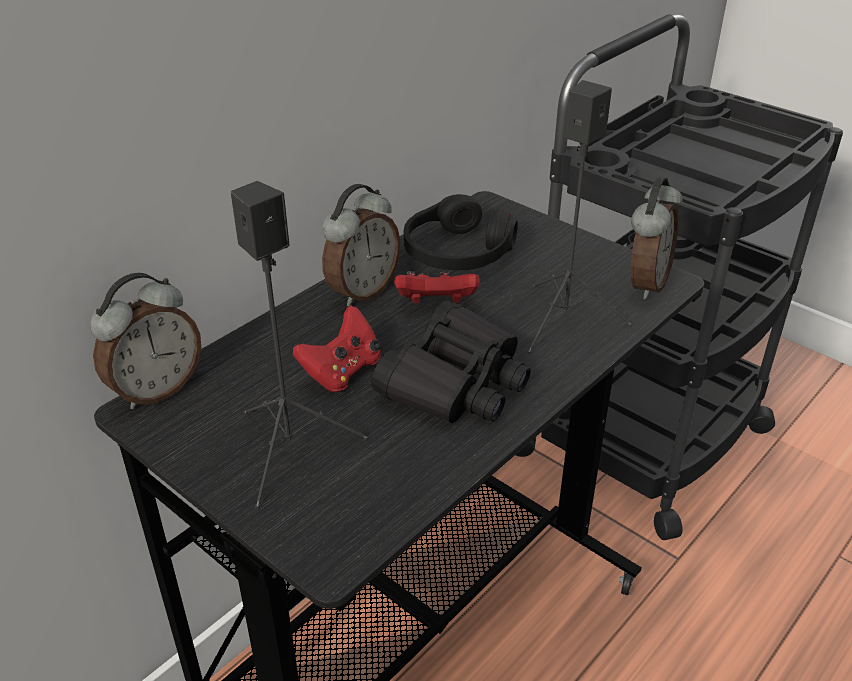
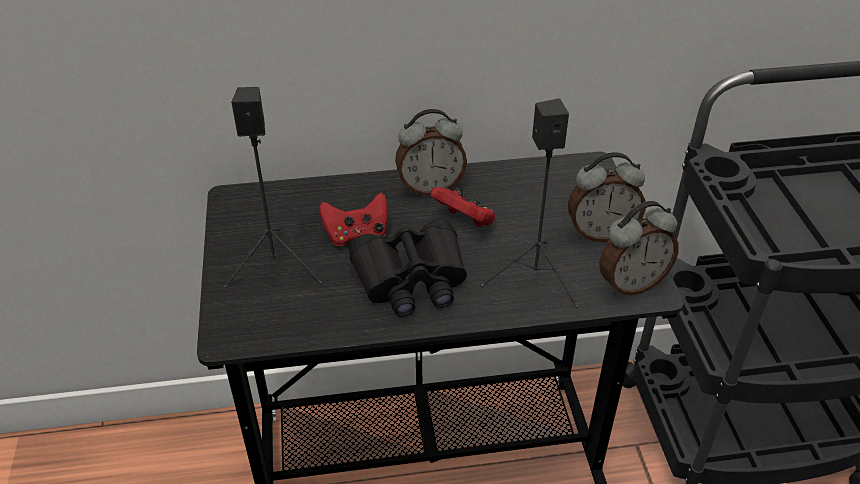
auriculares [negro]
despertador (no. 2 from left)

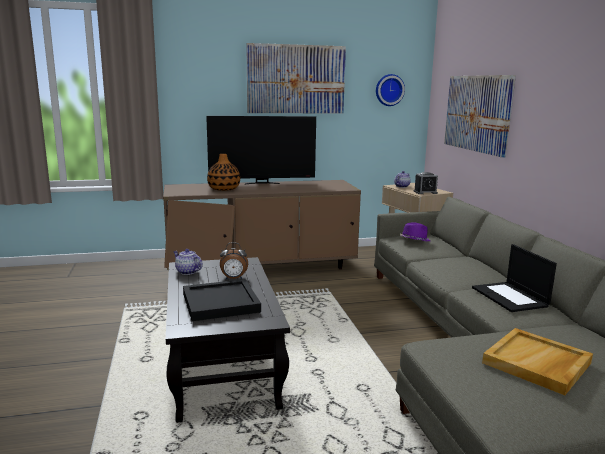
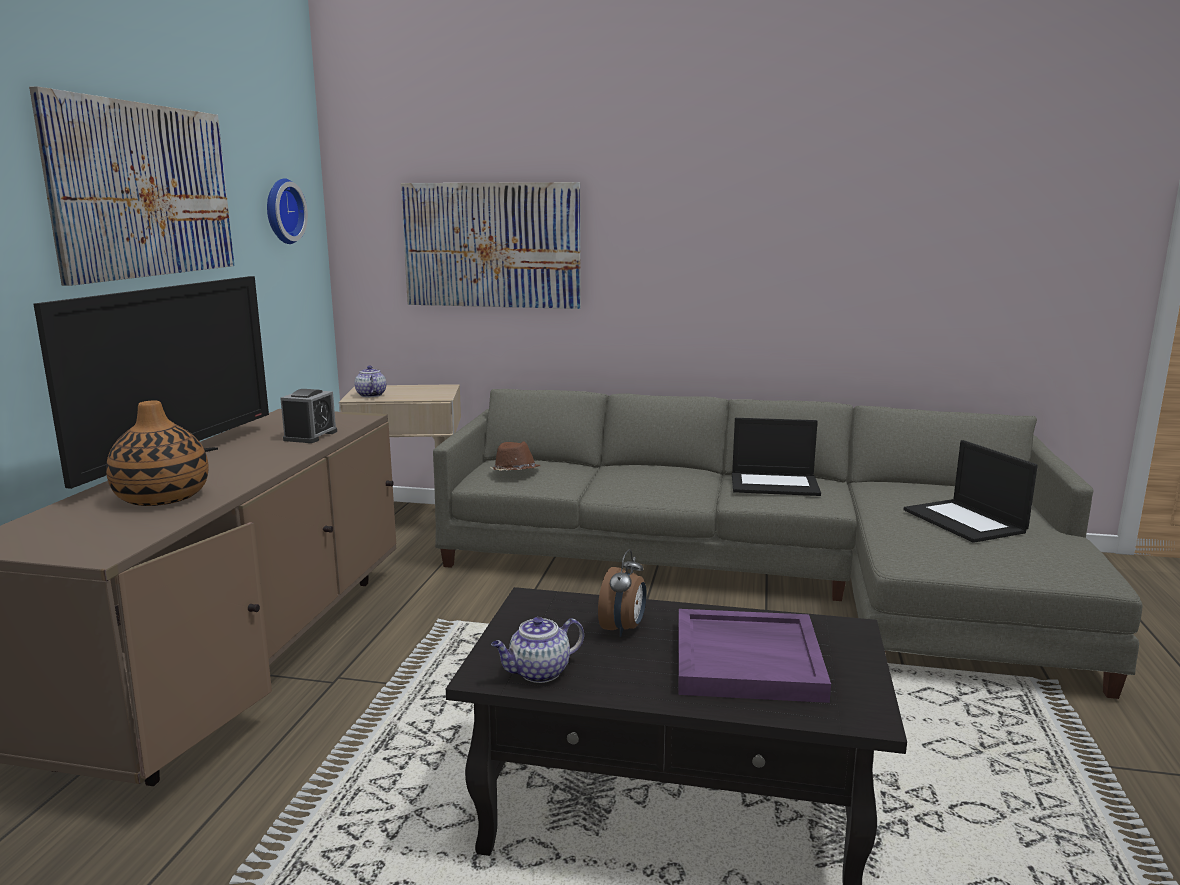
despertador (no. 1 from left)
portátil (no. 2 from left)
bandeja [morado]
sombrero [marrón]

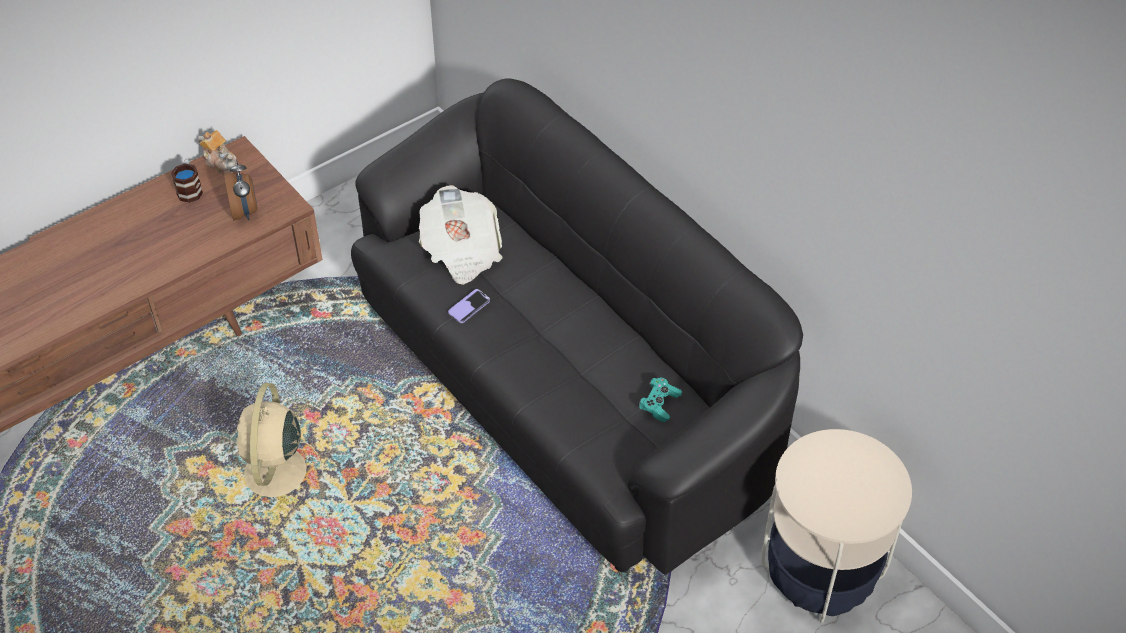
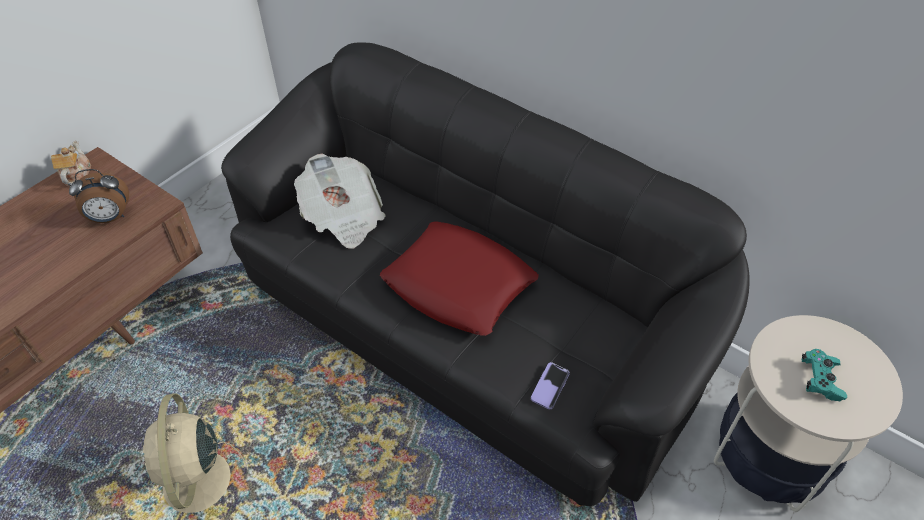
taza grande
cojín [rojo]
móvil
mando de consola [turquesa]
tetera
despertador

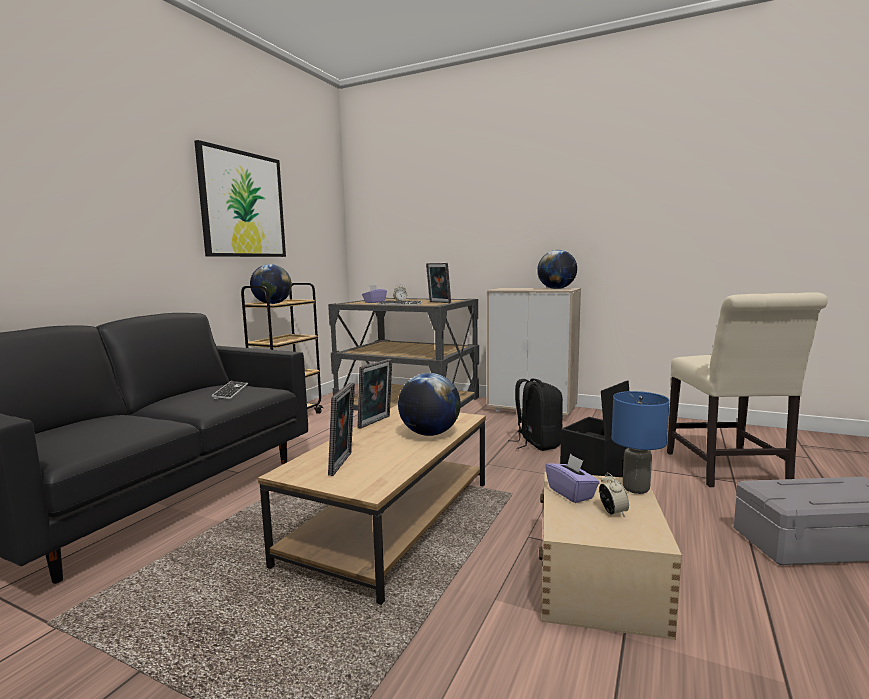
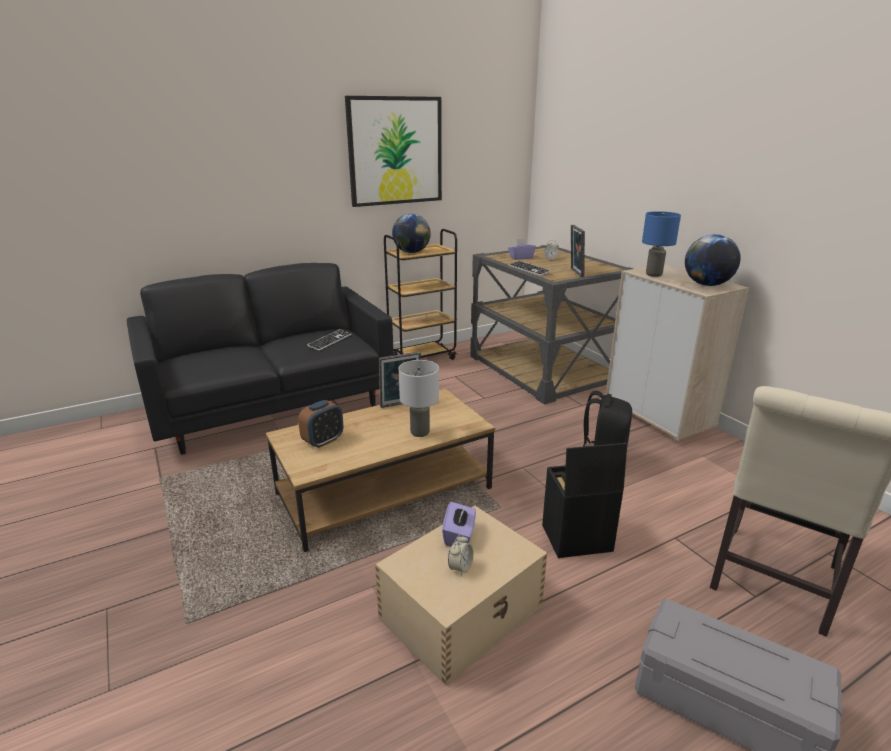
lámpara de mesa [azul]
despertador (no. 1 from left)
lámpara de mesa [blanco]

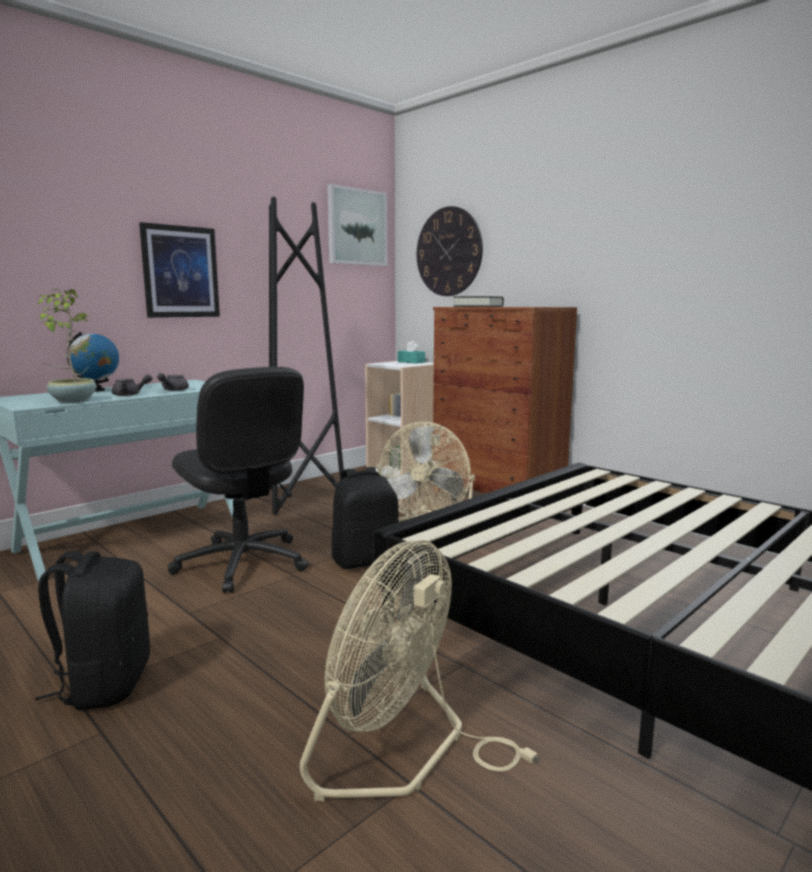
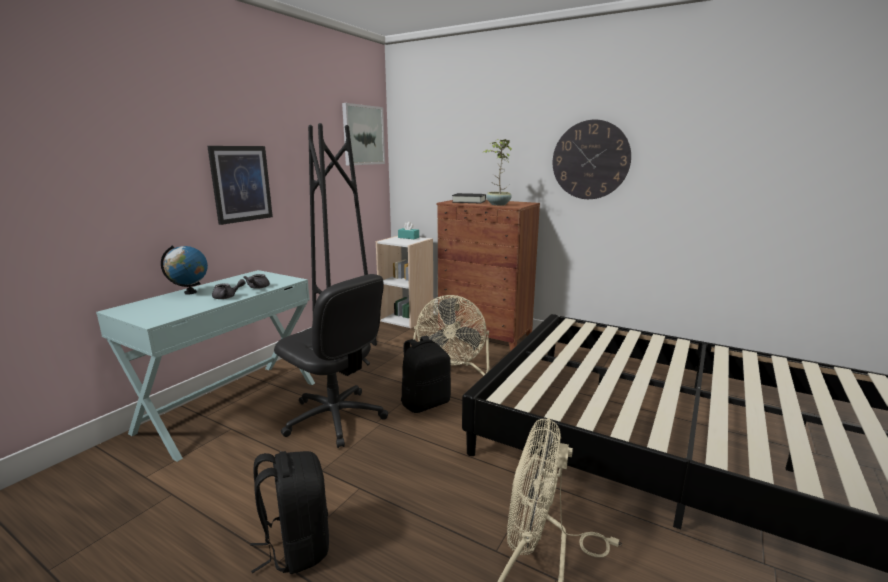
planta en maceta
reloj de pared

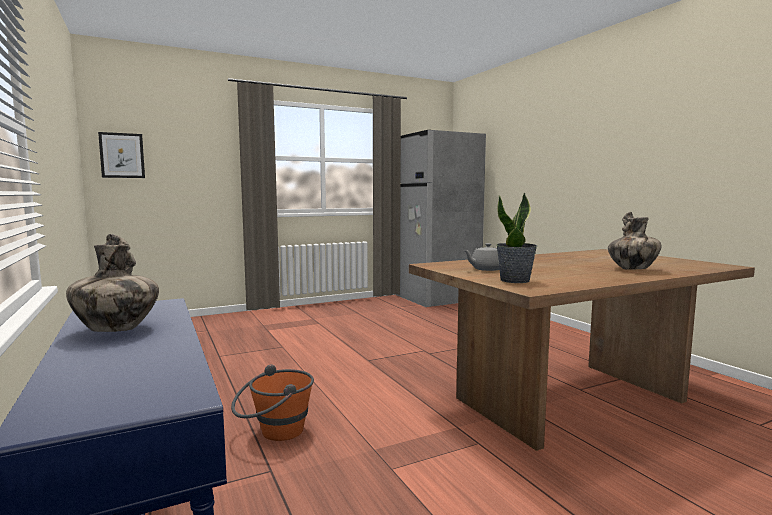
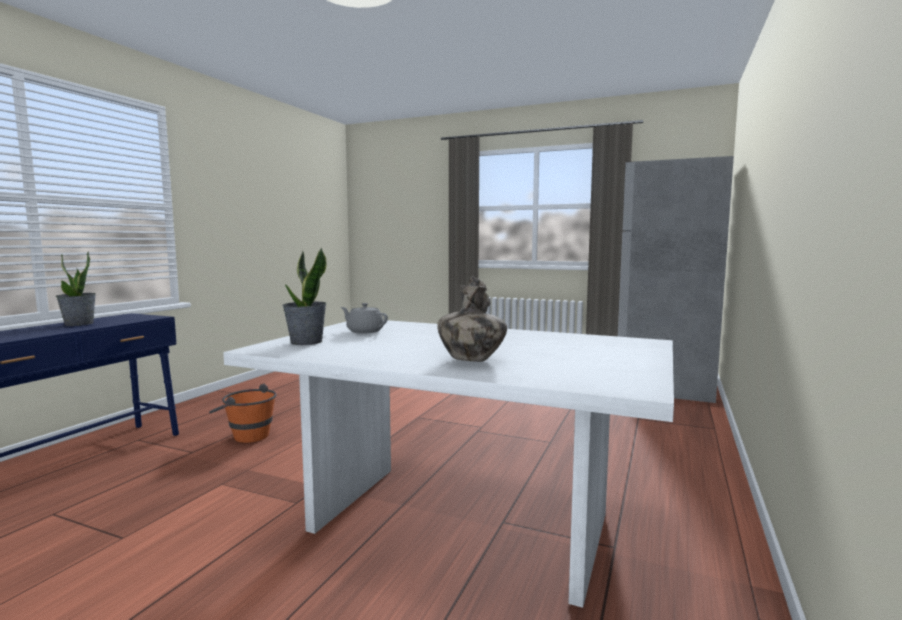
cuadro
planta en maceta (no. 1 from left)
mesa de comedor [blanco]

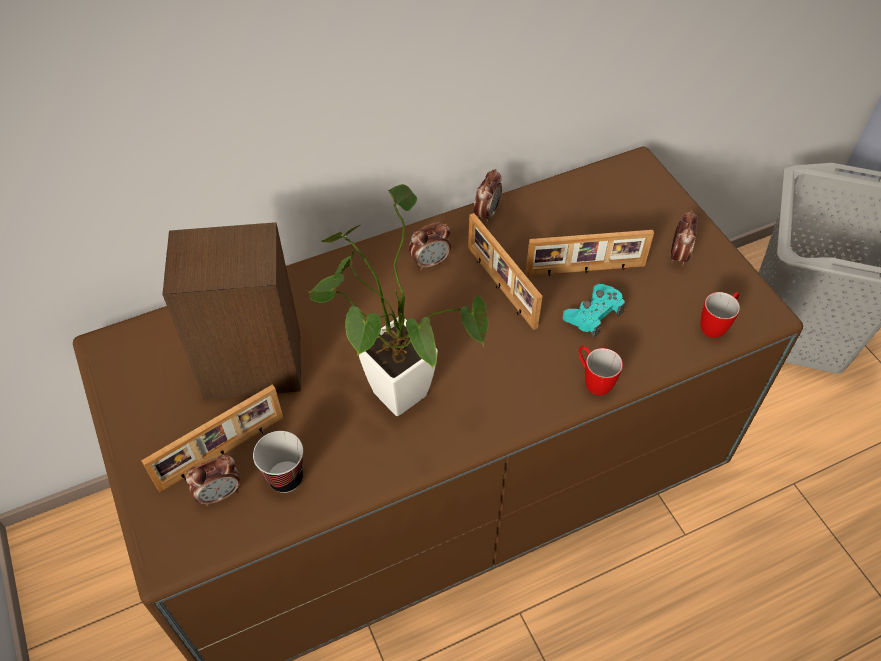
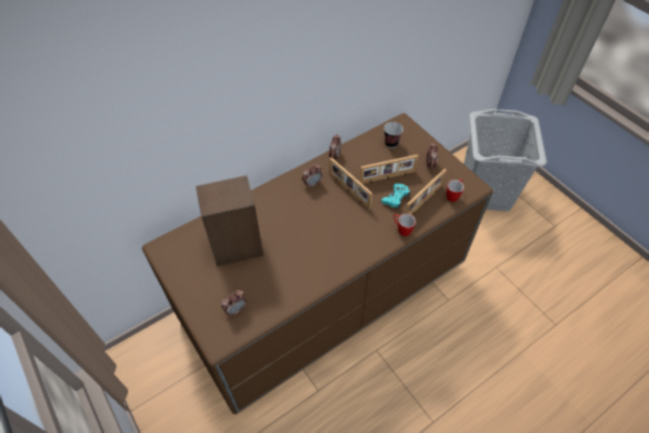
planta en maceta
portarretratos (no. 3 from left)
taza

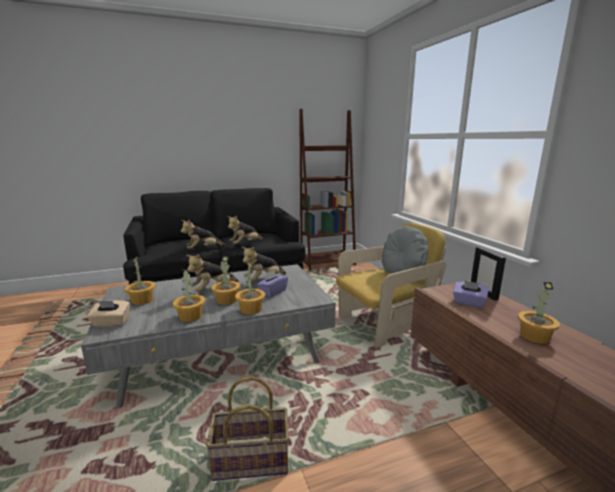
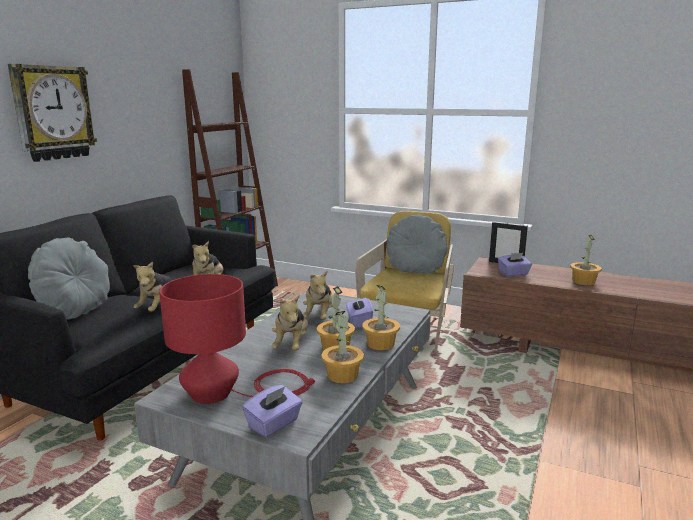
cesta
reloj de pared
cojín [gris] (no. 1 from left)
lámpara de mesa [rojo]
caja de pañuelos [morado] (no. 1 from left)

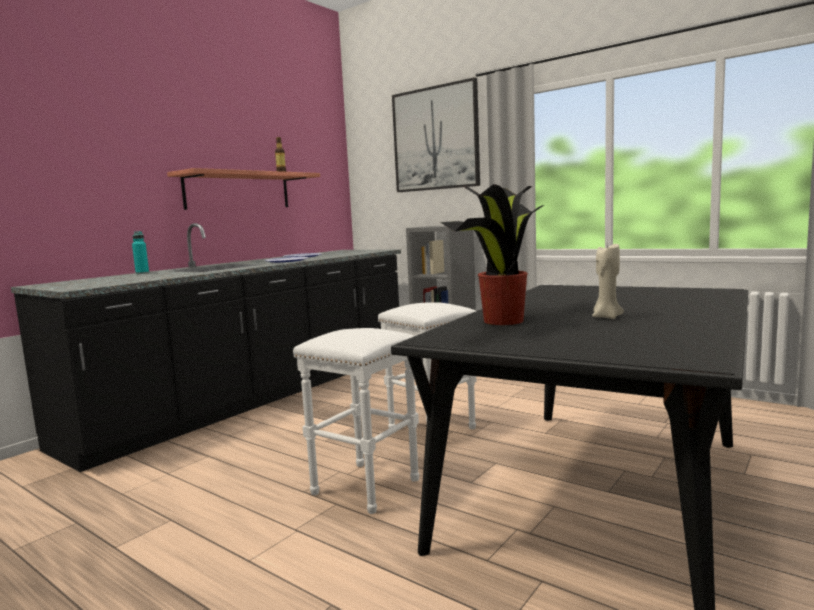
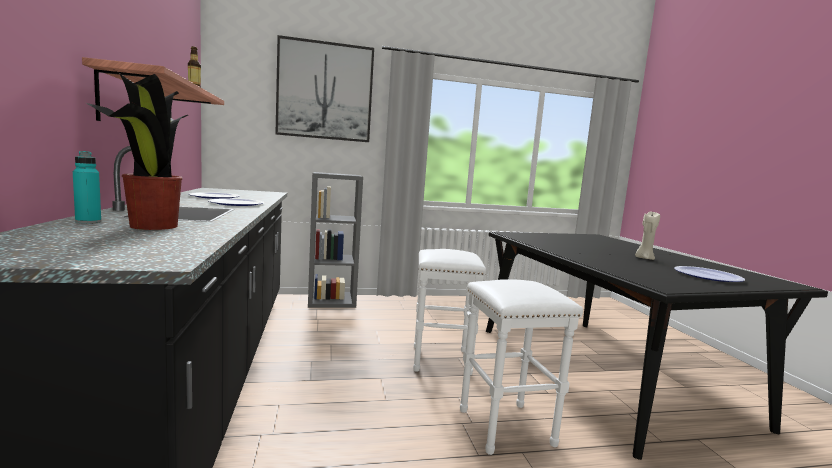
plato (no. 3 from left)
planta en maceta

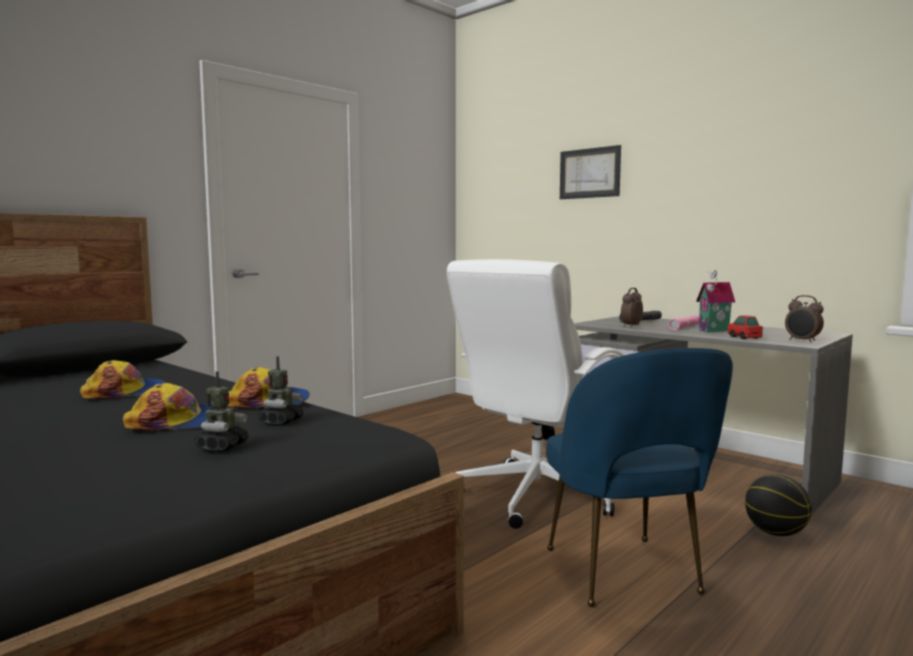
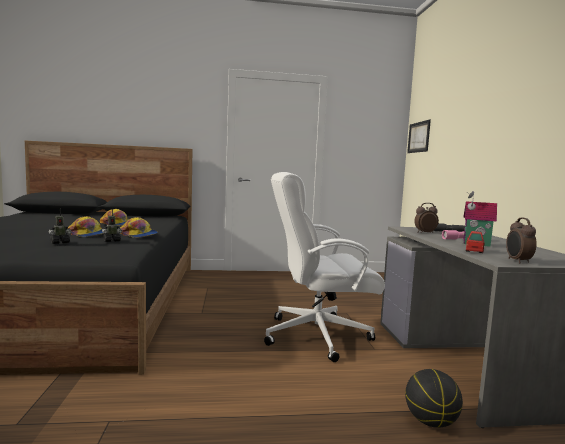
silla [azul]
cuadro

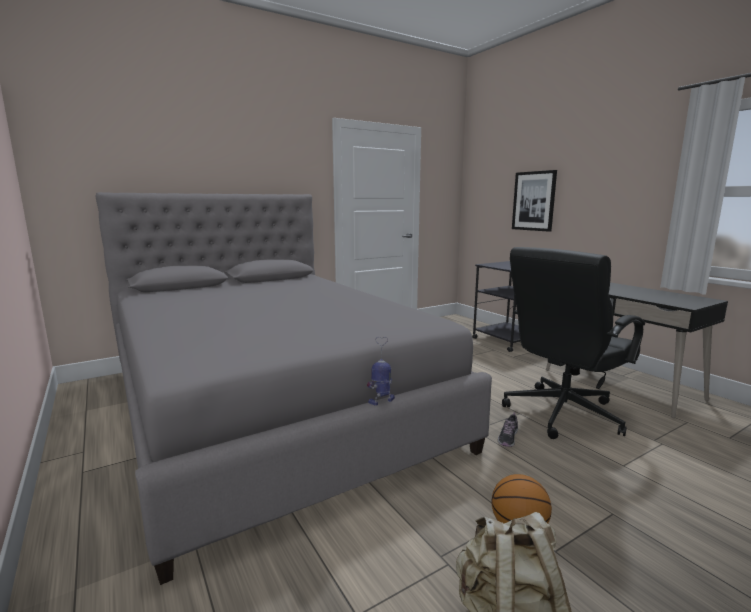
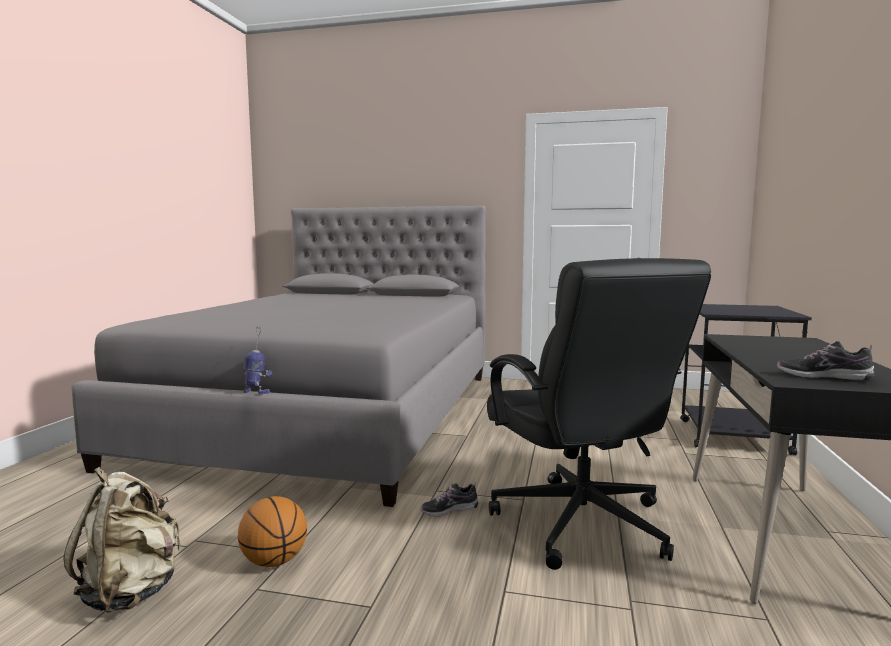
cuadro
zapato (no. 2 from left)
silla de oficina [negro]

